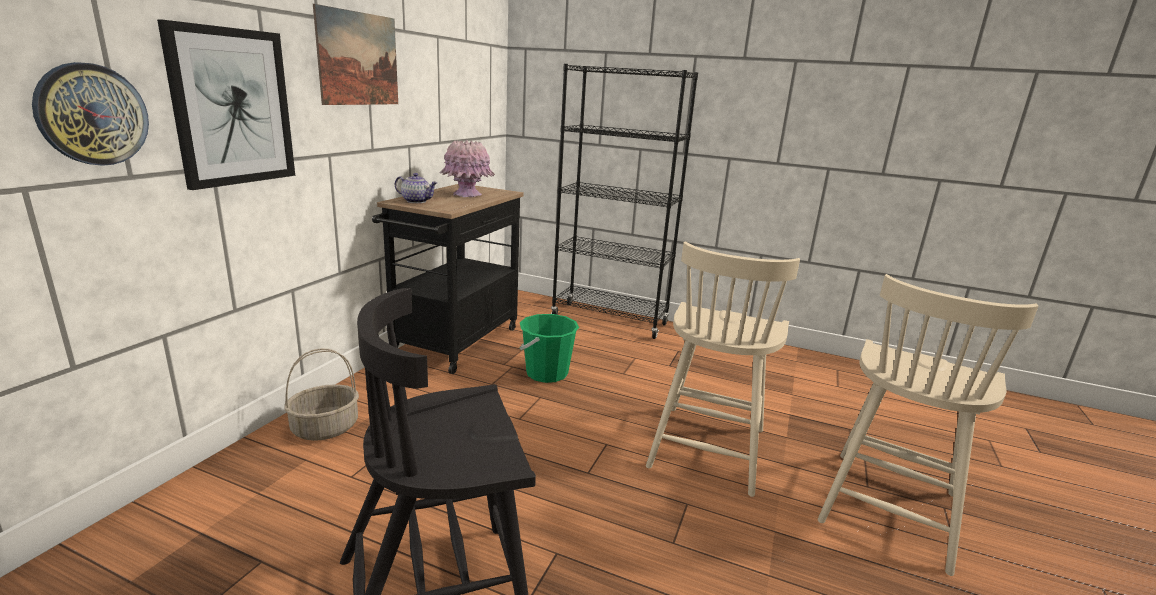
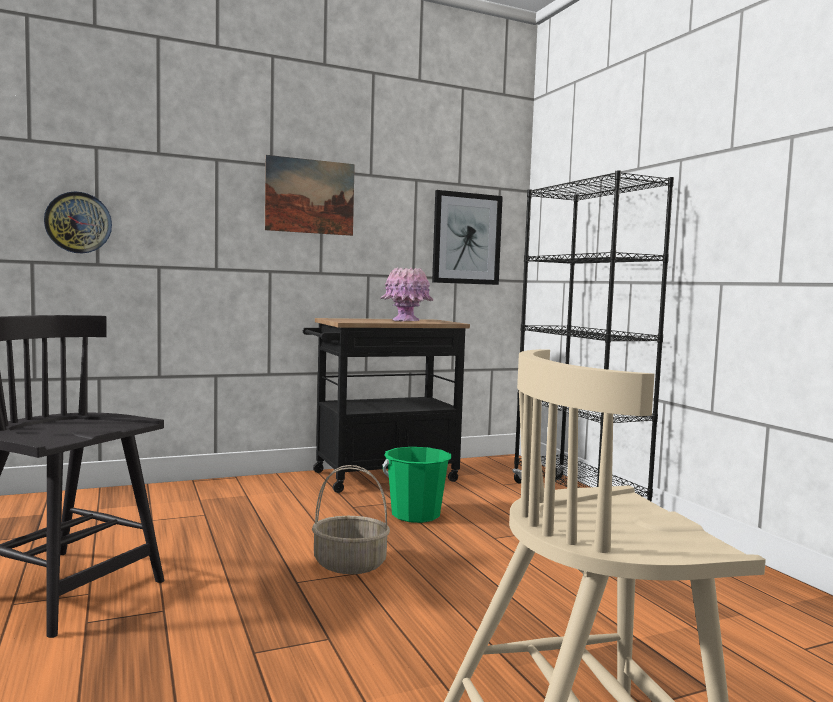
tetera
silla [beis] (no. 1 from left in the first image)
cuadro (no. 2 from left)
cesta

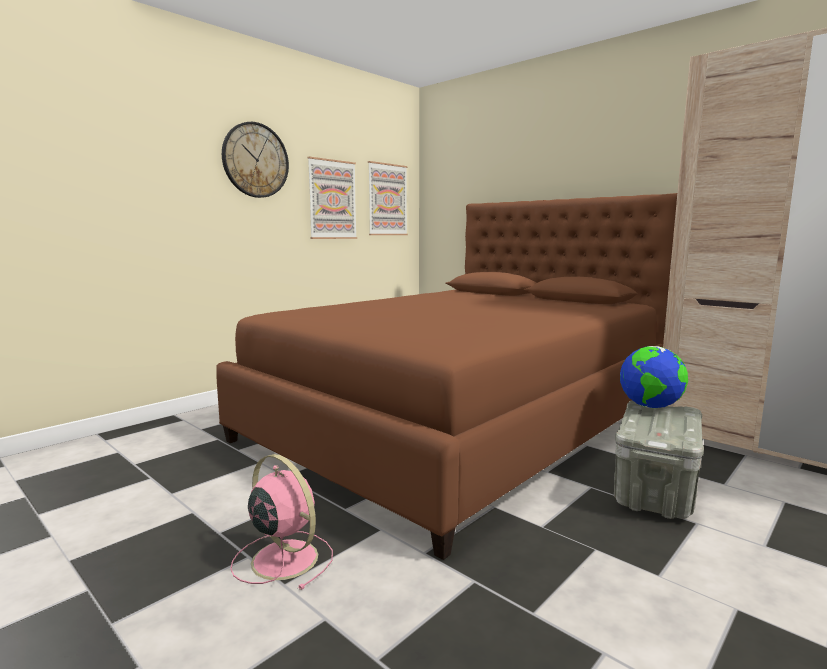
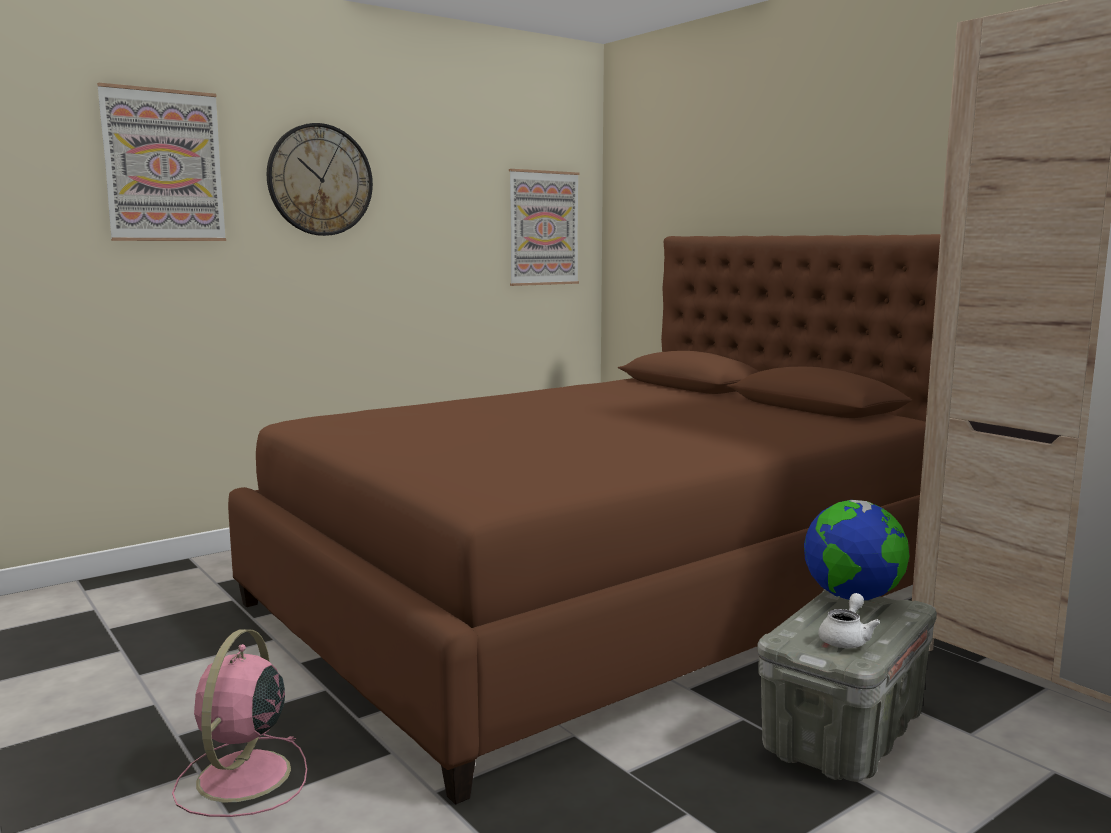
tetera [blanco]
cuadro (no. 1 from left)
ventilador [rosa]

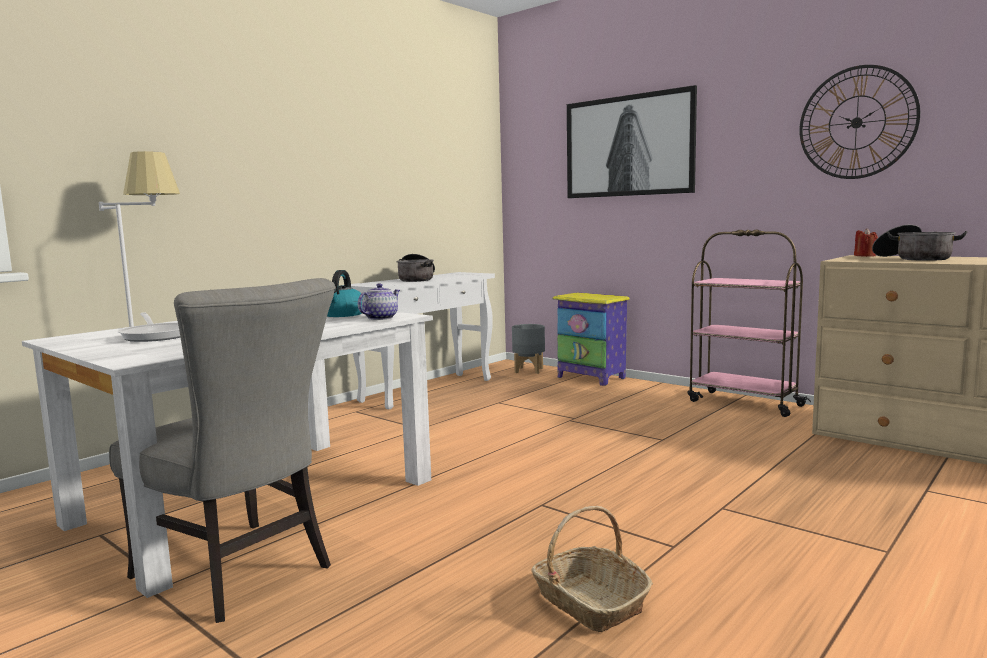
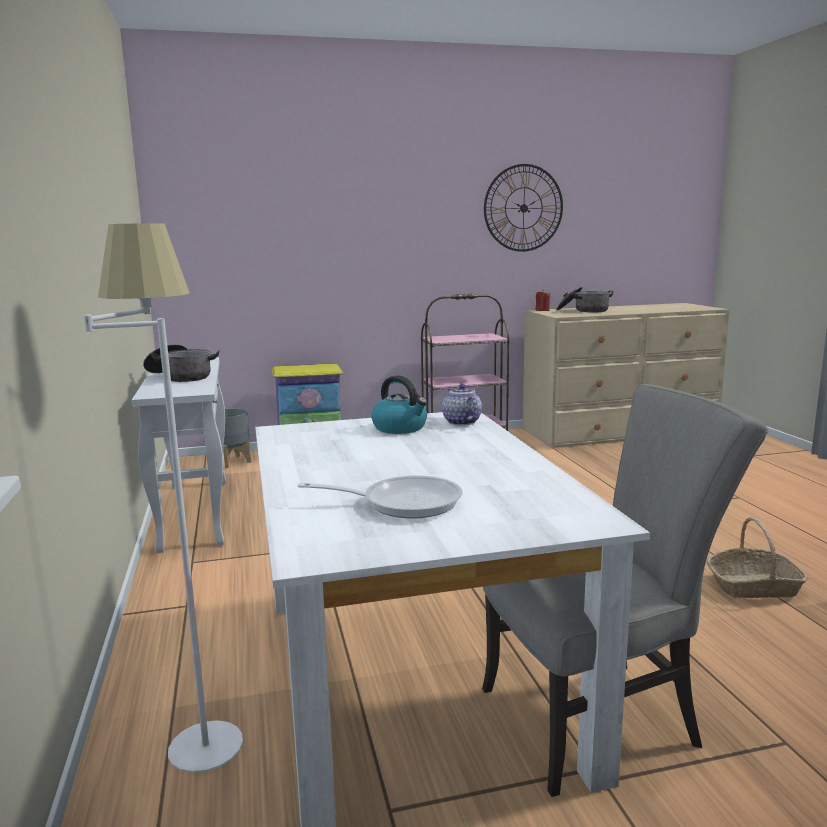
cuadro

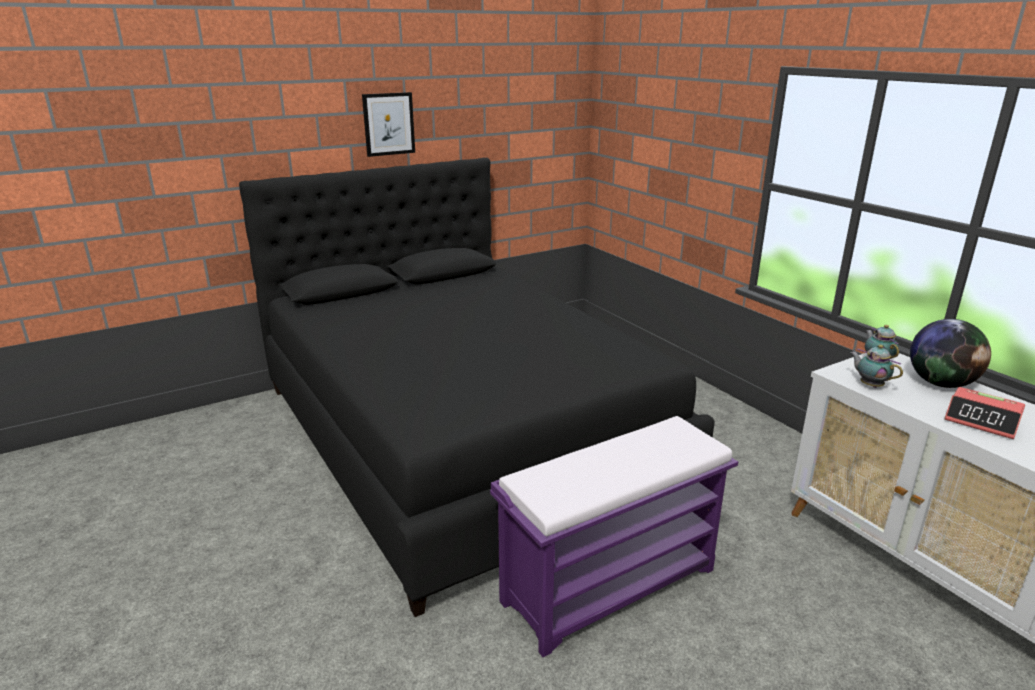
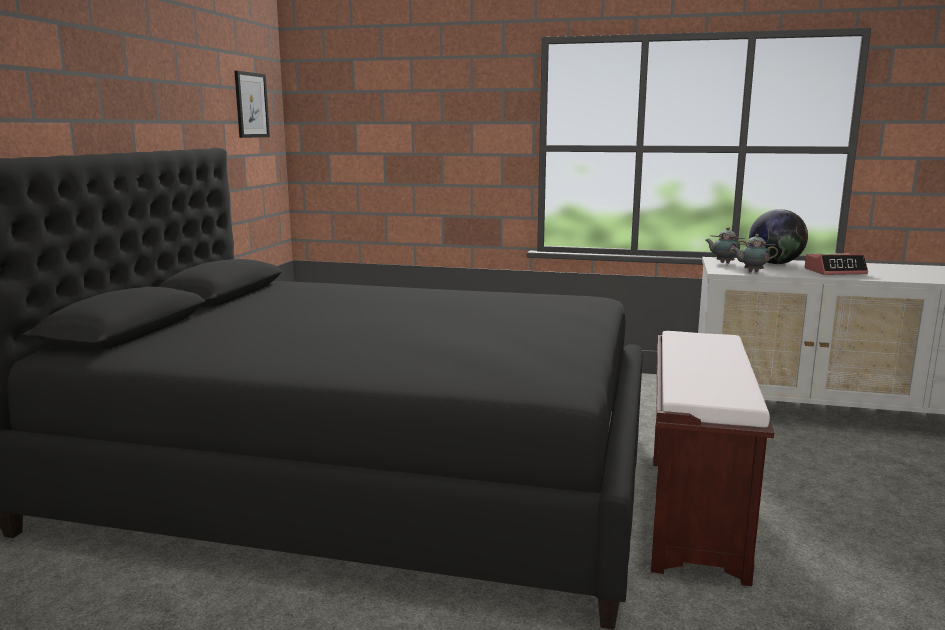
cuadro
banco [marrón]

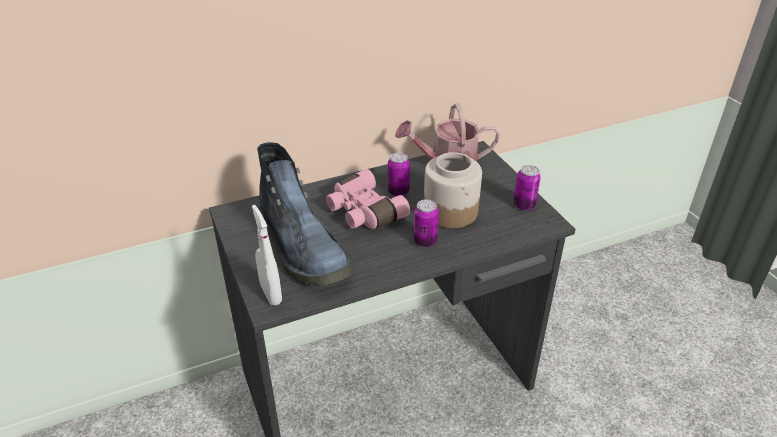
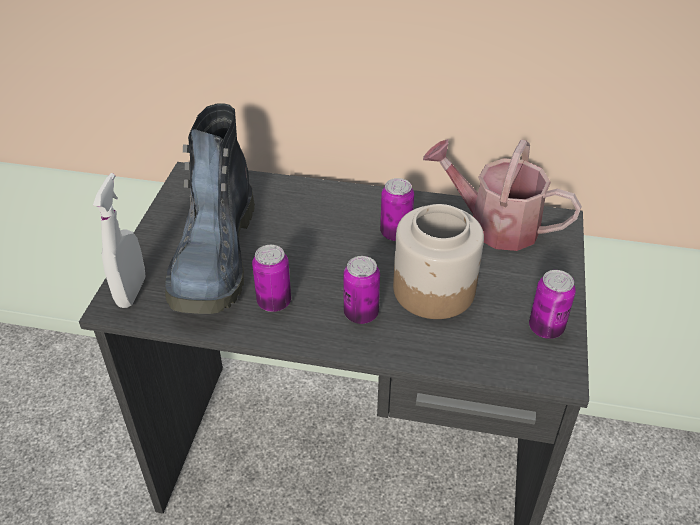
prismáticos [rosa]
lata (no. 1 from left)

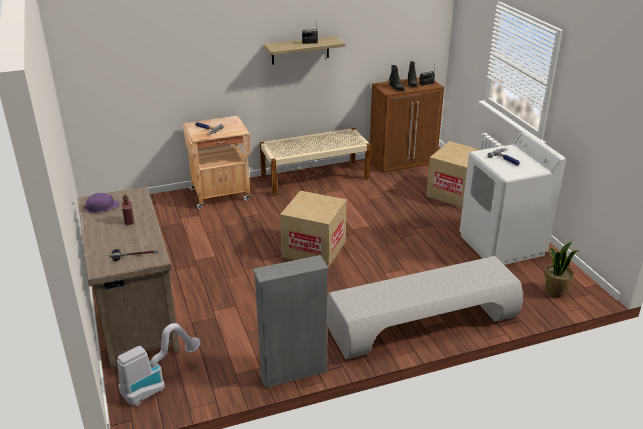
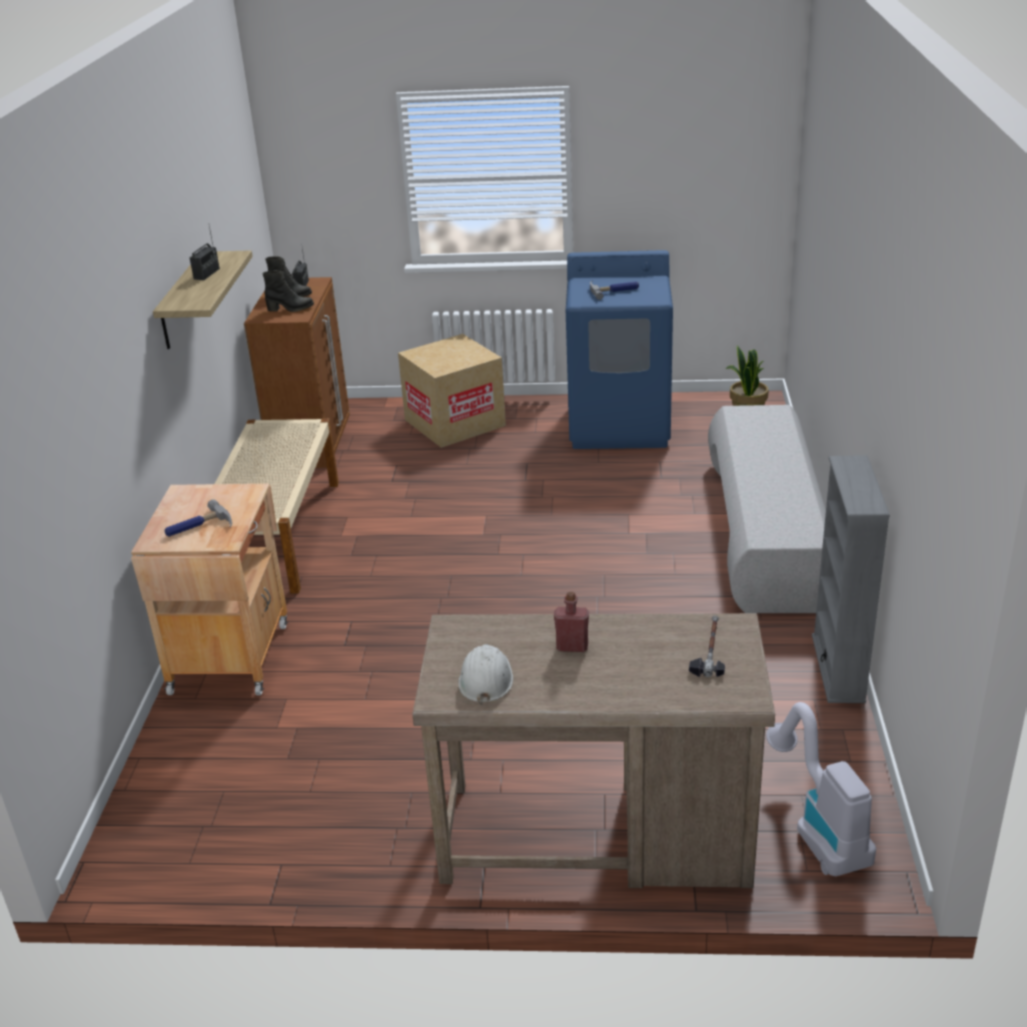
caja de cartón (no. 1 from left in the first image)
casco [blanco]
lavadora [azul]

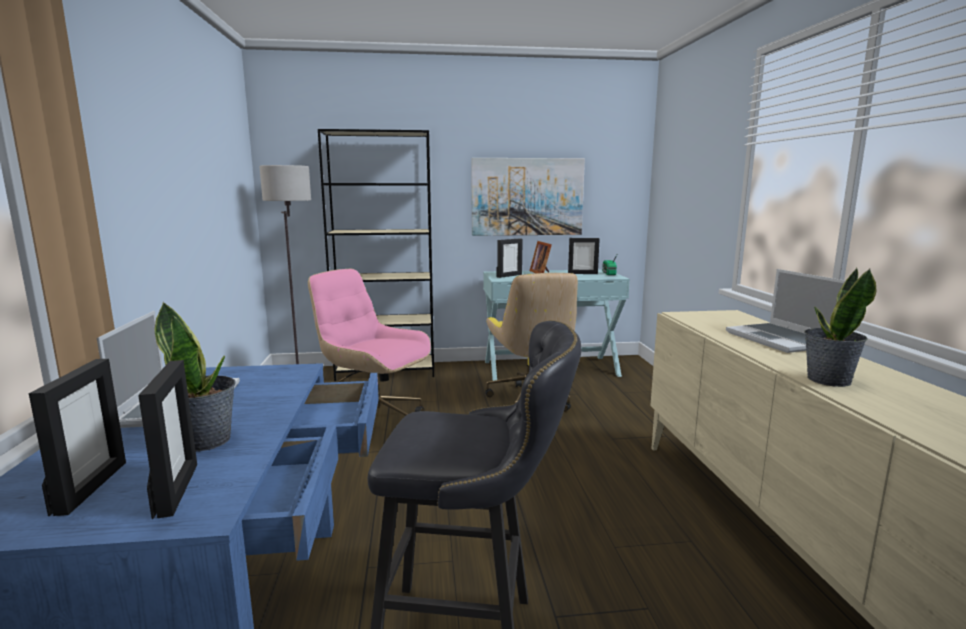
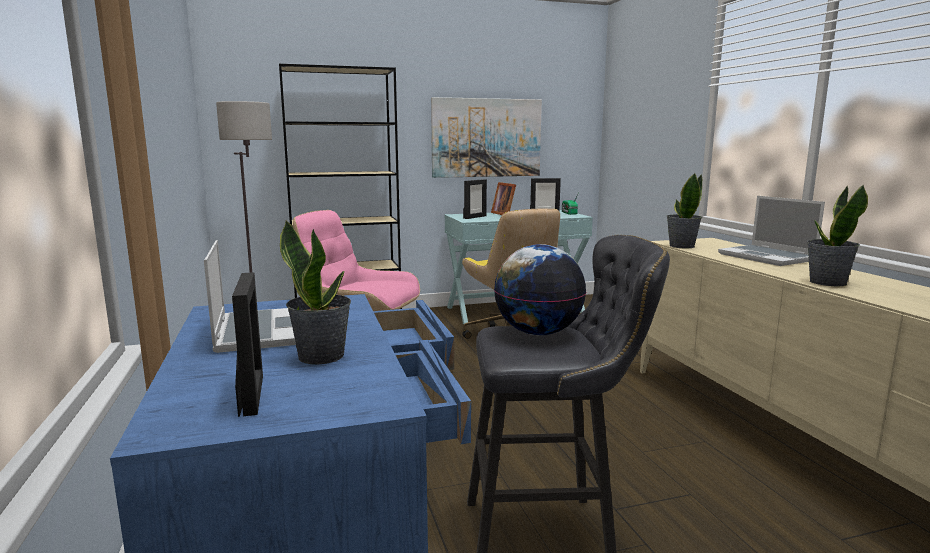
portarretratos (no. 2 from left in the first image)
globo terráqueo
planta en maceta (no. 2 from left)

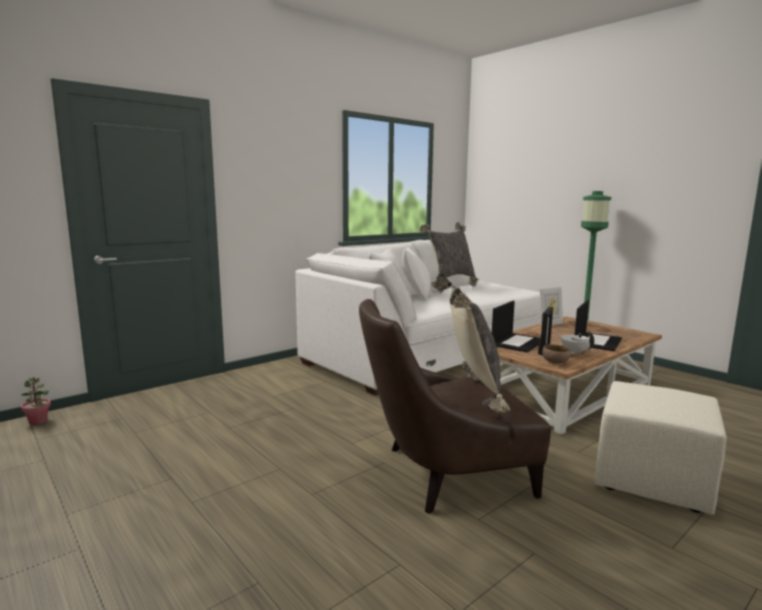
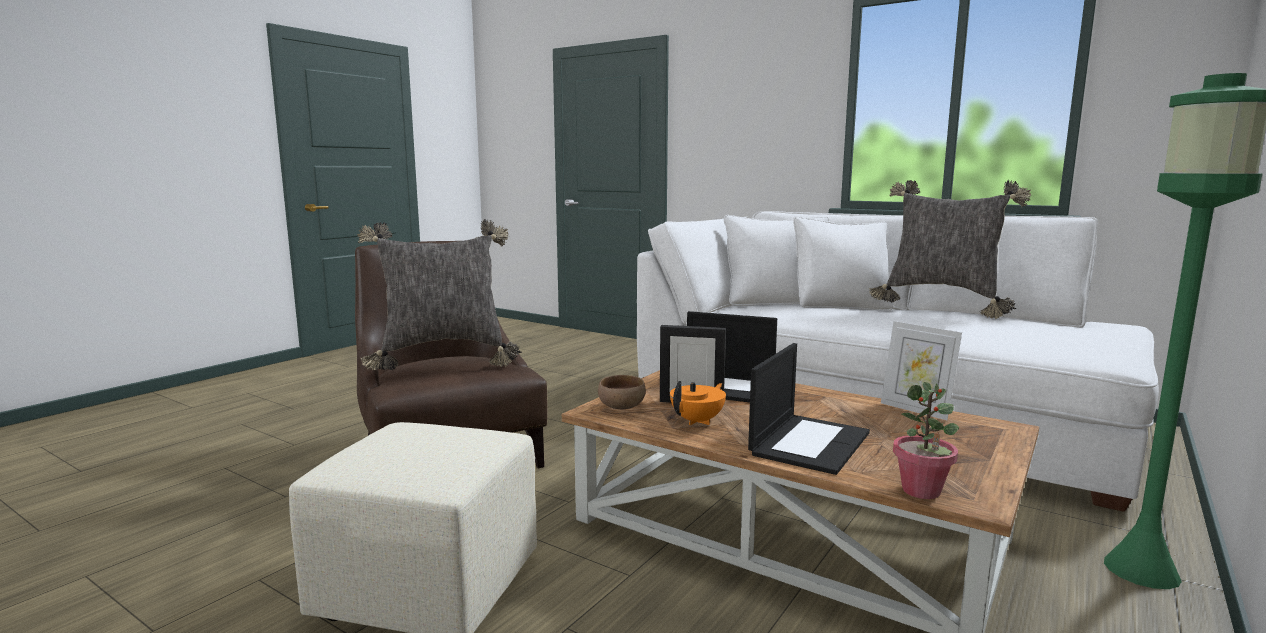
planta en maceta
tetera [naranja]
portátil (no. 2 from left)

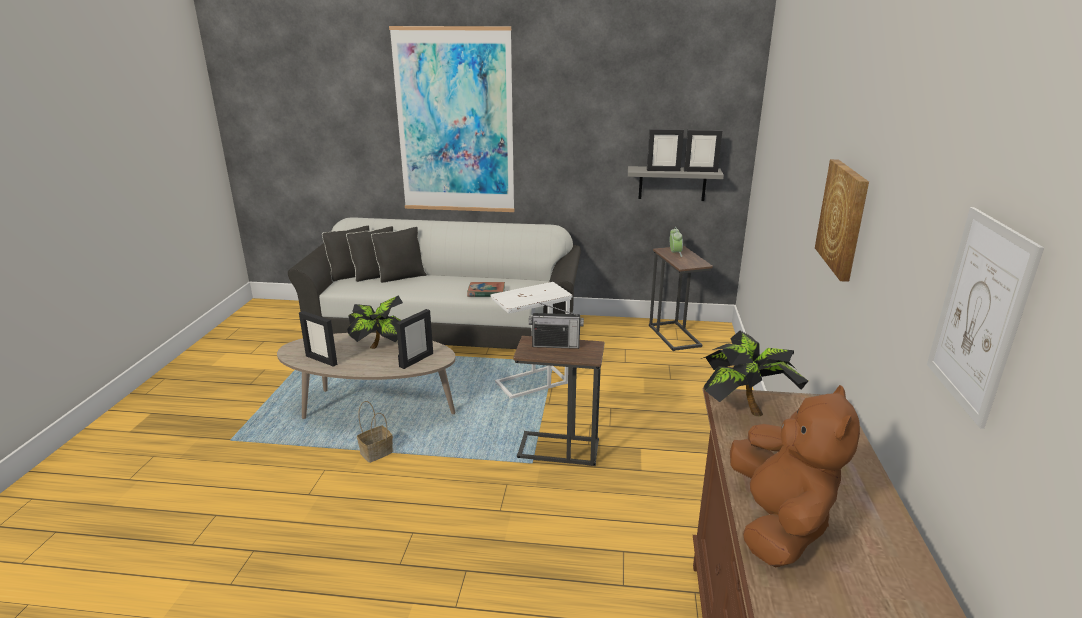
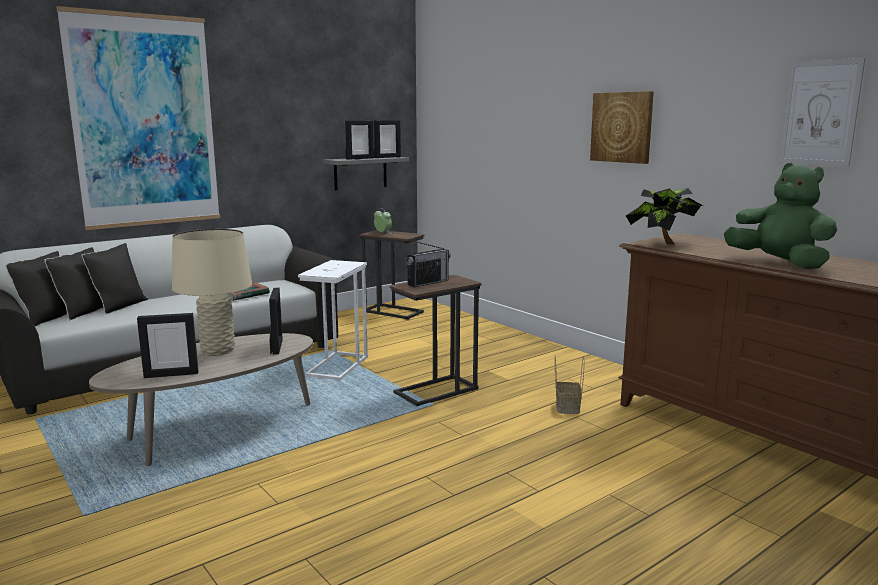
cesta
lámpara de mesa [beis]
peluche [verde]

